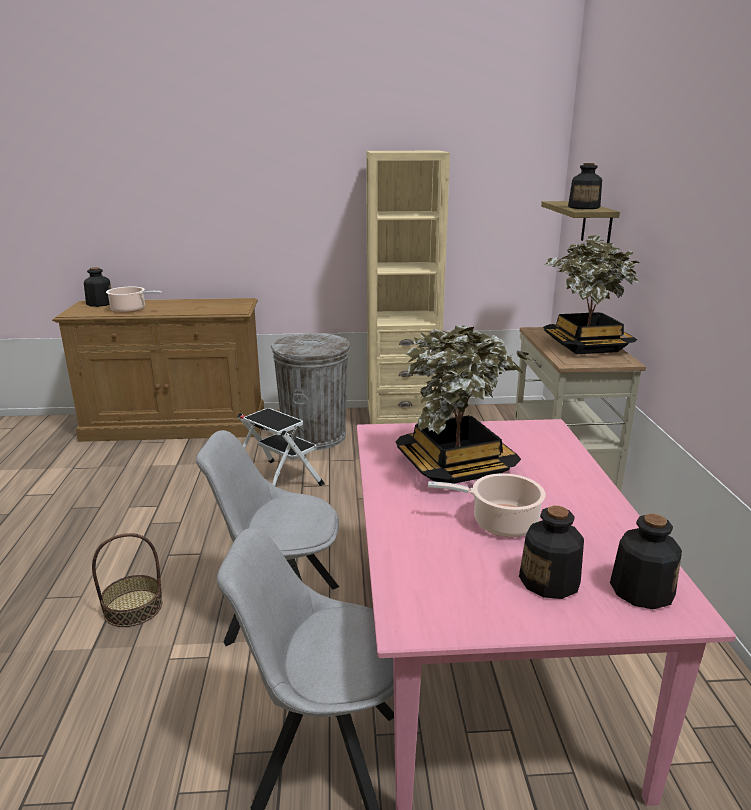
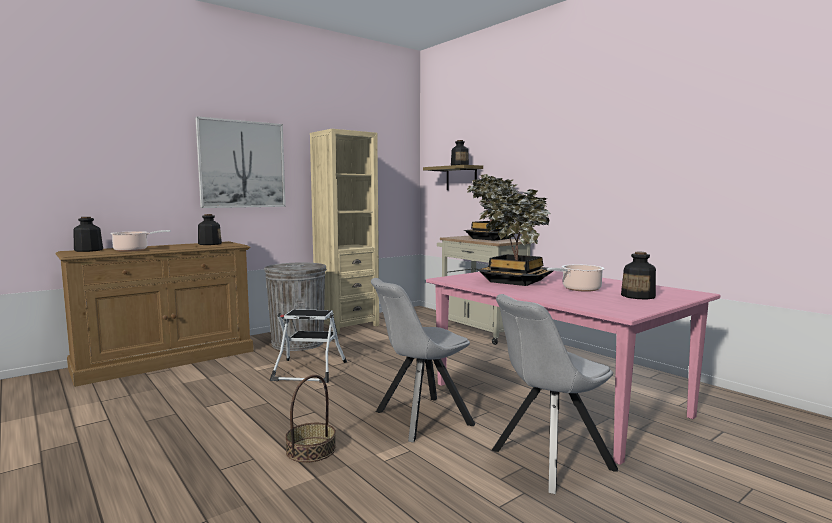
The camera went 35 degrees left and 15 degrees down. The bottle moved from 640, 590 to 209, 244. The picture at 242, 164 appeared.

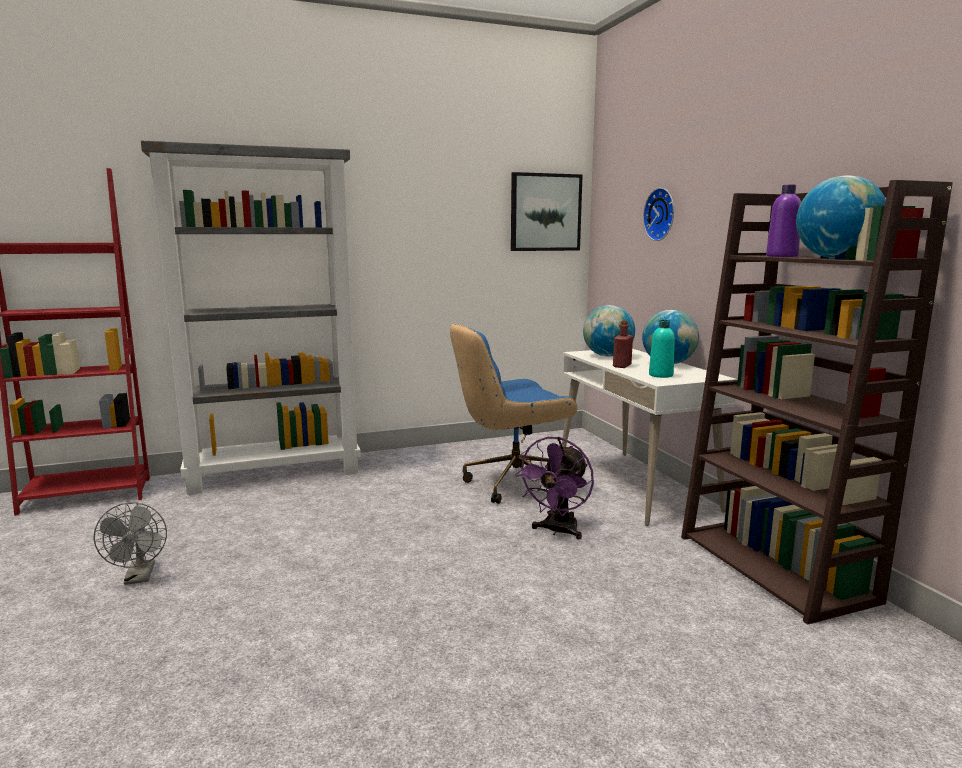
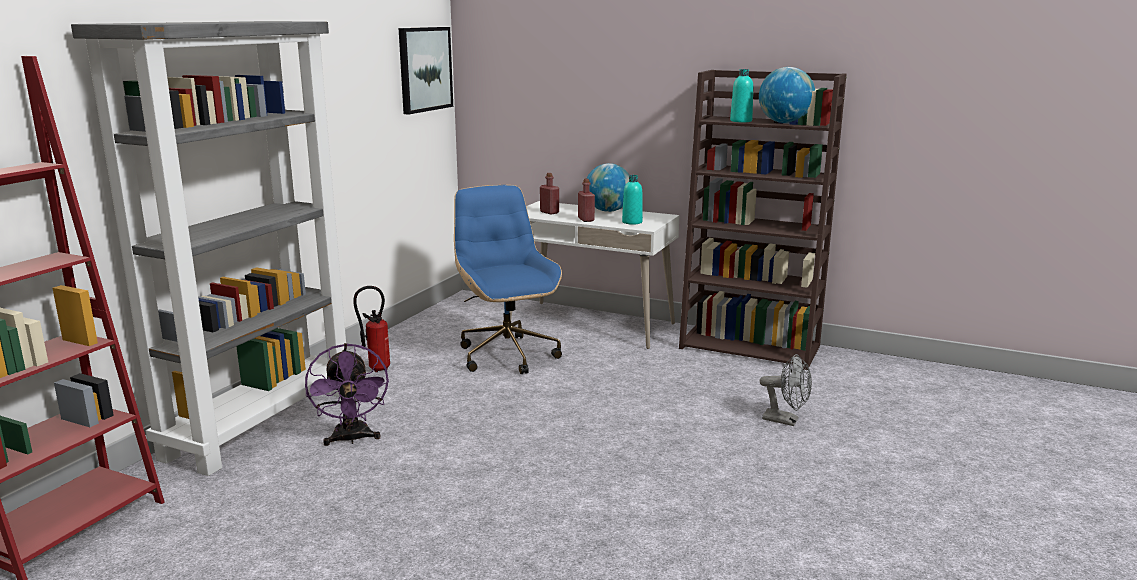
The camera went 45 degrees left and 5 degrees up. The bottle (purple) at 781, 256 became the bottle (turquoise) at 741, 121. The wall clock at 661, 214 disappeared. The globe at 607, 356 was replaced by the bottle (red) at 549, 212. The office chair (blue) at 512, 485 turned 135 degrees clockwise. The fan (purple) moved from 557, 531 to 352, 439. The fan (grey) moved from 139, 578 to 786, 420. The fire extinguisher at 375, 369 appeared.

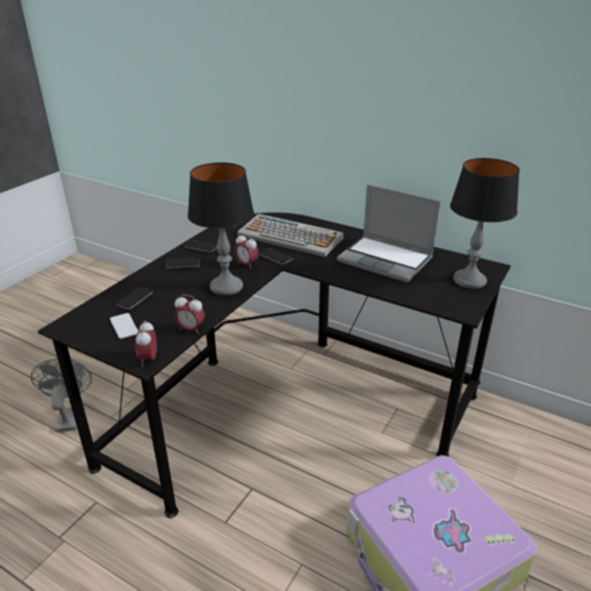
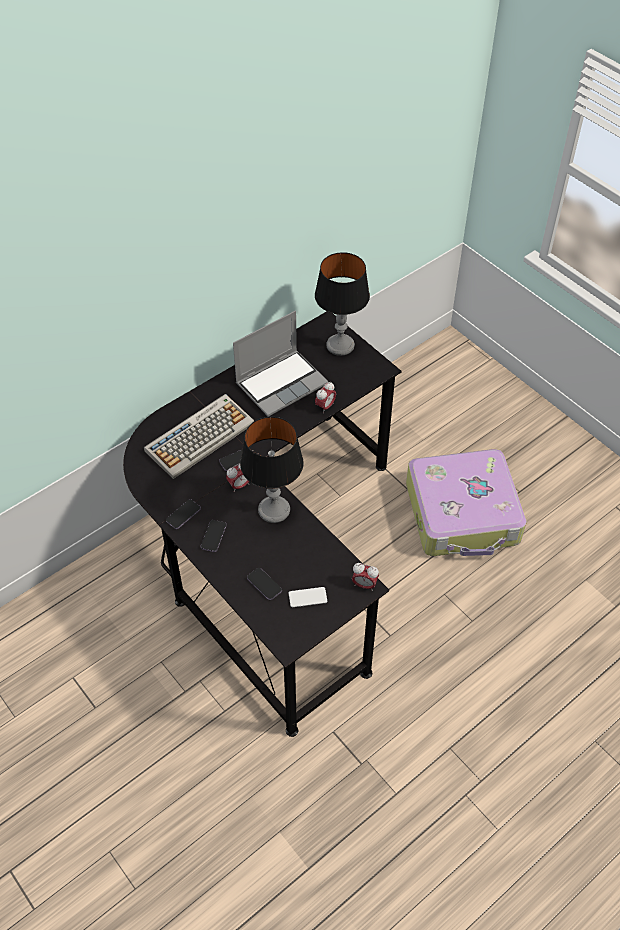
The camera went 70 degrees left and 20 degrees up. The alarm clock moved from 191, 329 to 325, 406. The fan (grey) at 69, 416 disappeared.

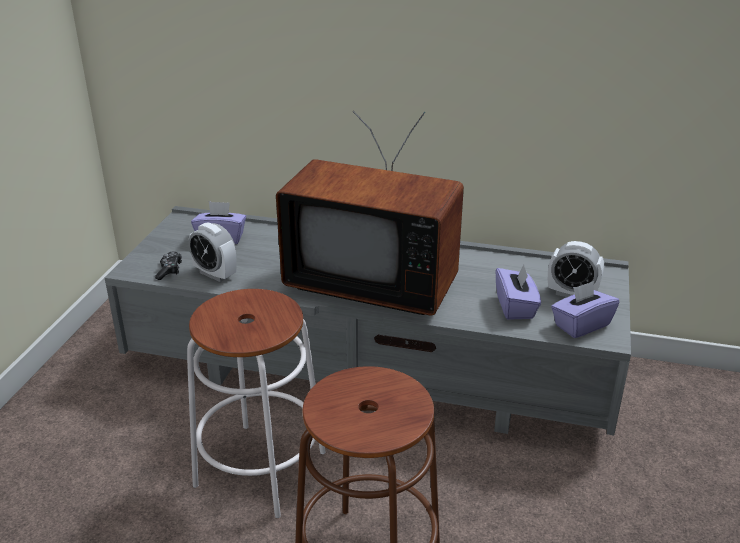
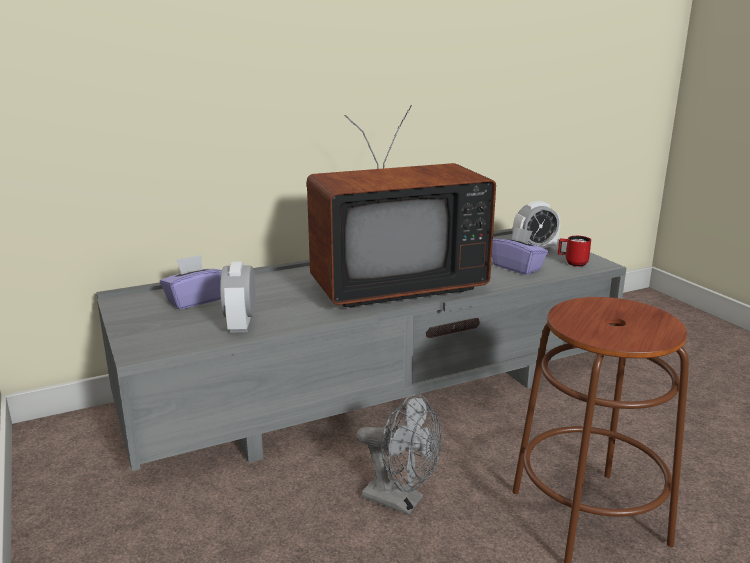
The camera went 40 degrees left and 10 degrees down. The alarm clock at 215, 274 turned 90 degrees clockwise. The game controller at 169, 270 disappeared. The tissue box (purple) at 581, 325 was replaced by the mug (red) at 572, 263. The stool (white) at 260, 468 was replaced by the fan (grey) at 401, 501.

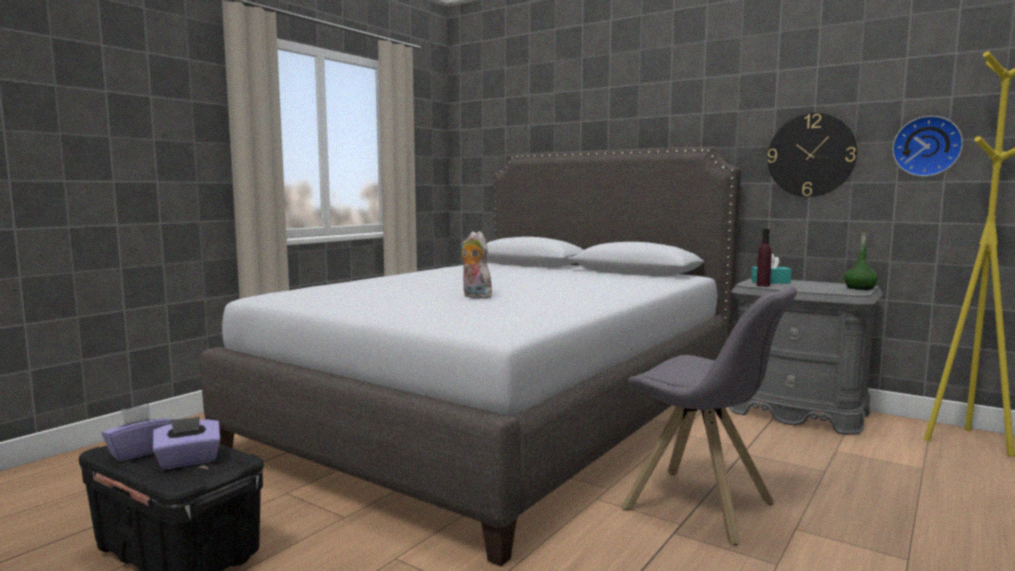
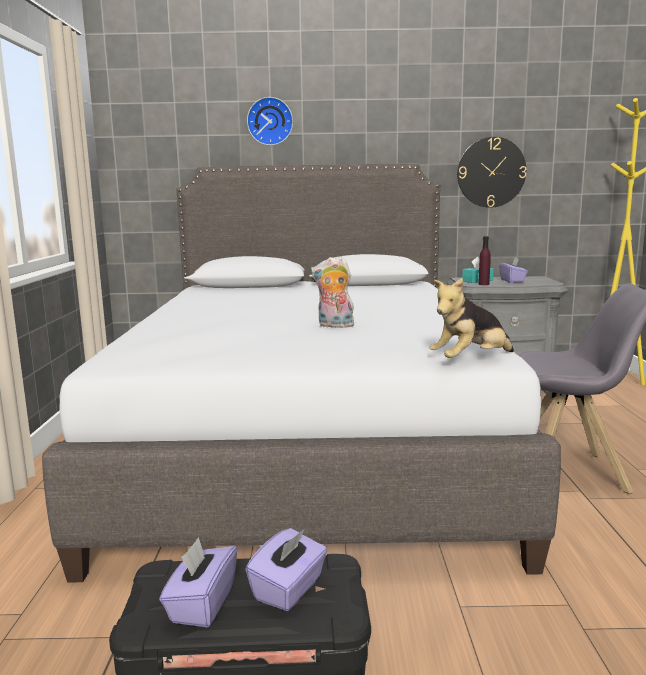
The camera went 35 degrees left and 5 degrees up. The wall clock moved from 927, 146 to 270, 121. The bottle (green) at 860, 288 disappeared. The tissue box (purple) at 512, 281 appeared. The plush toy at 471, 361 appeared.

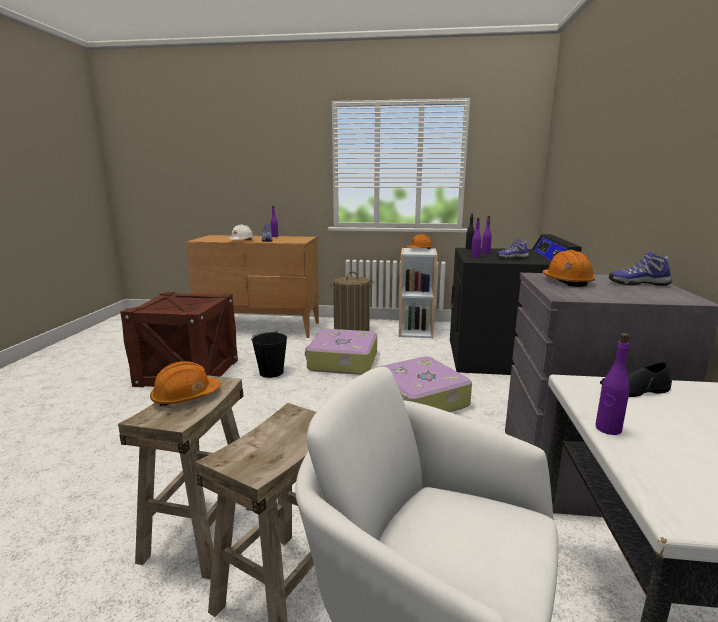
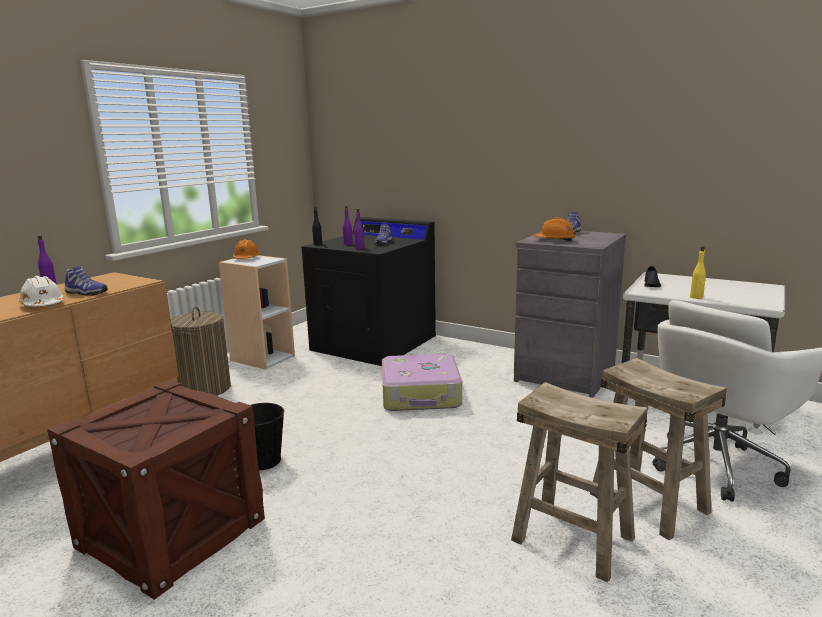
The camera went 65 degrees left and 0 degrees up. The suitcase at 342, 361 disappeared. The bottle (purple) at 608, 429 became the bottle (yellow) at 696, 297. The hard hat (orange) at 185, 397 disappeared.

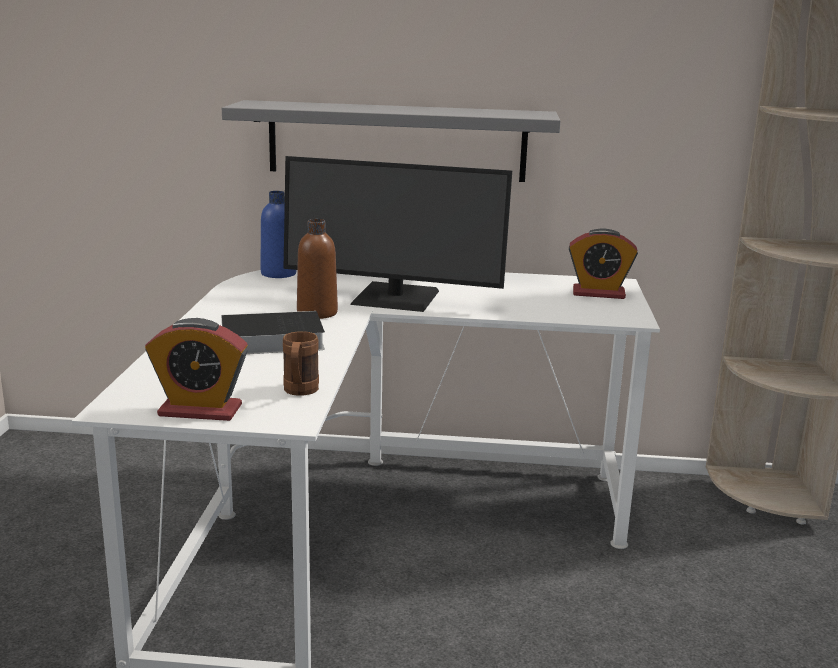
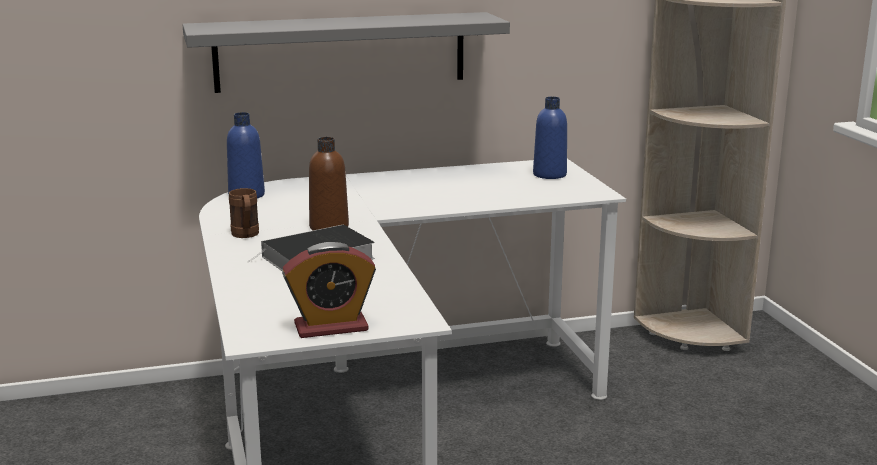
The camera went 20 degrees left and 0 degrees up. The monitor at 395, 298 disappeared. The alarm clock at 598, 293 was replaced by the bottle (blue) at 549, 175. The mug (brown) moved from 299, 392 to 246, 236.

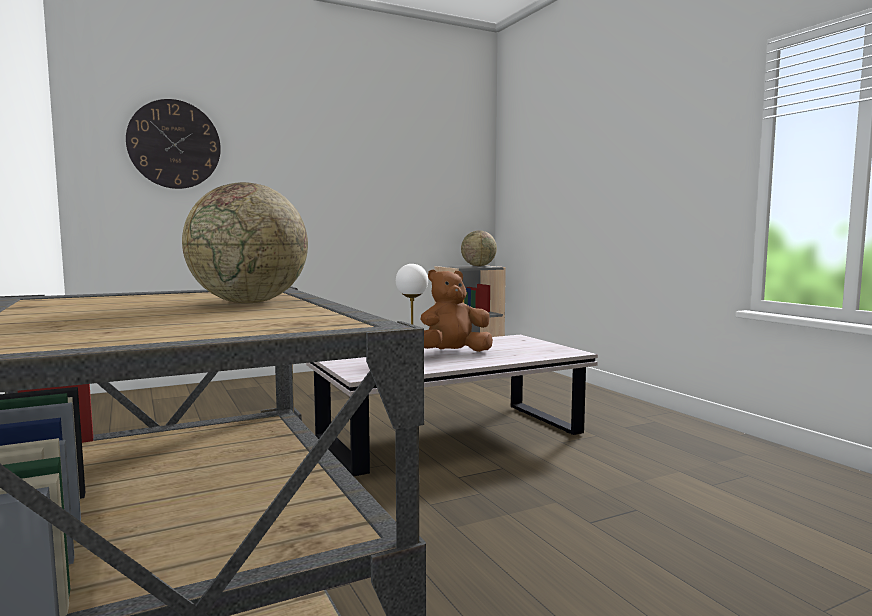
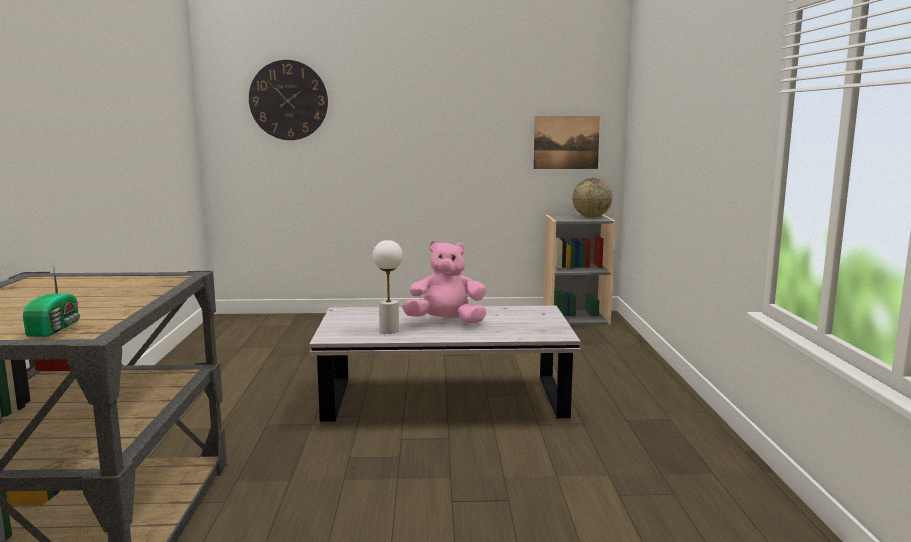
The camera went 25 degrees right and 5 degrees up. The globe at 249, 302 disappeared. The plush toy (brown) at 453, 353 became the plush toy (pink) at 446, 322. The picture at 566, 142 appeared. The radio at 56, 328 appeared.

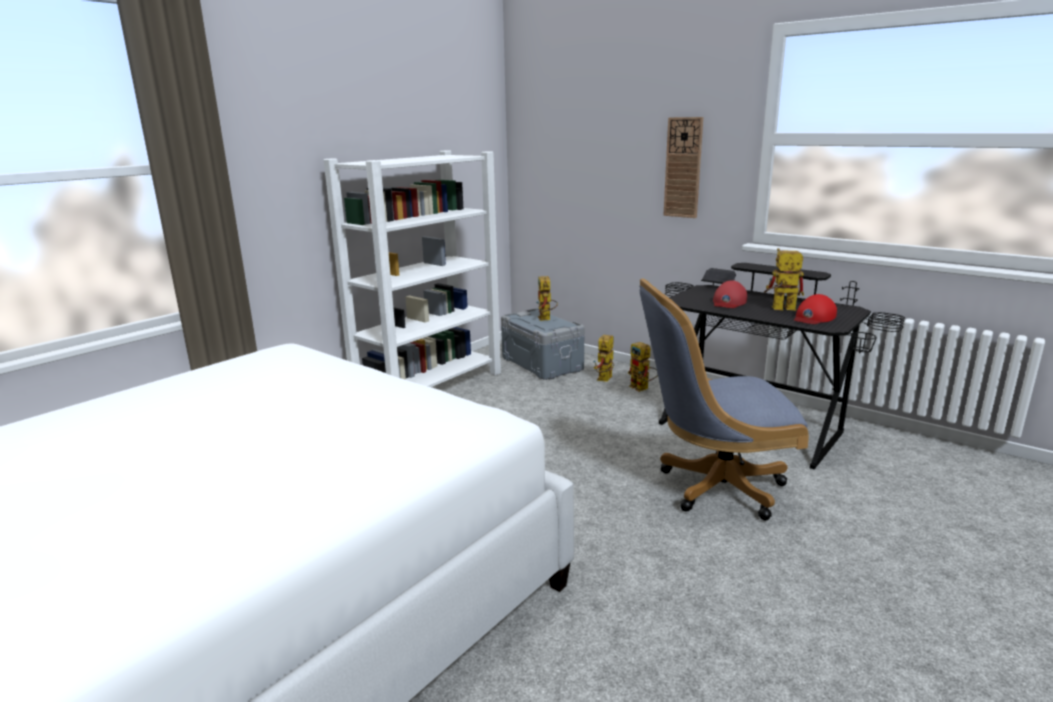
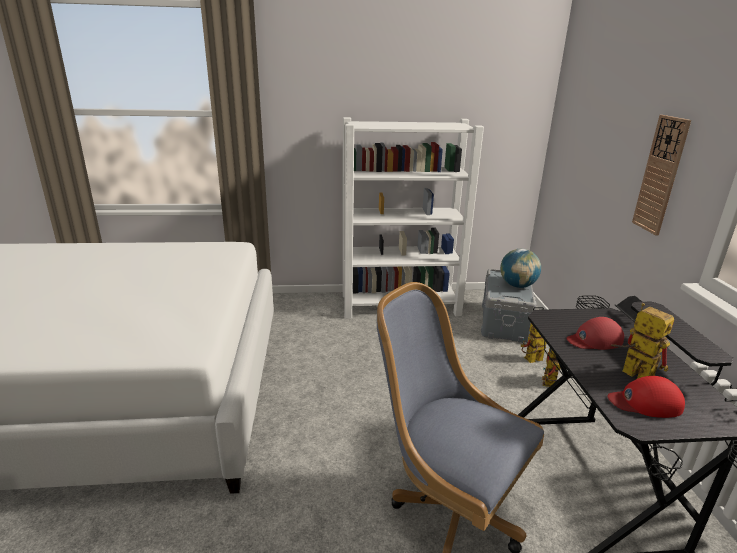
The camera went 45 degrees right and 5 degrees up. The toy robot at 546, 319 was replaced by the globe at 517, 285.

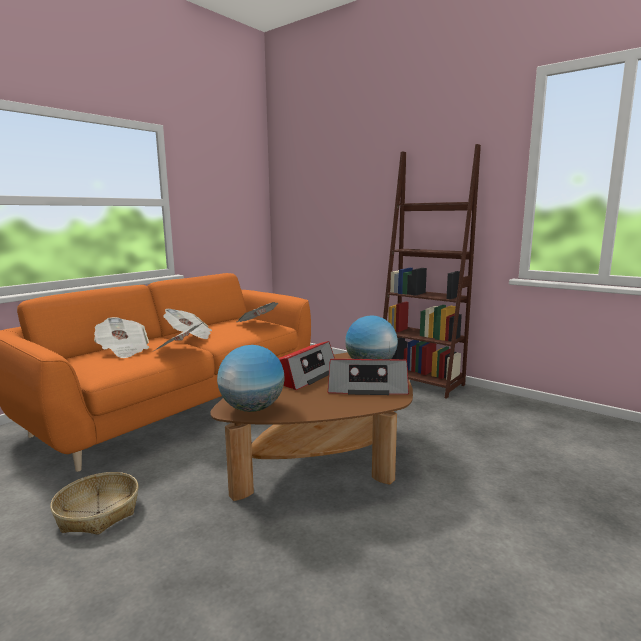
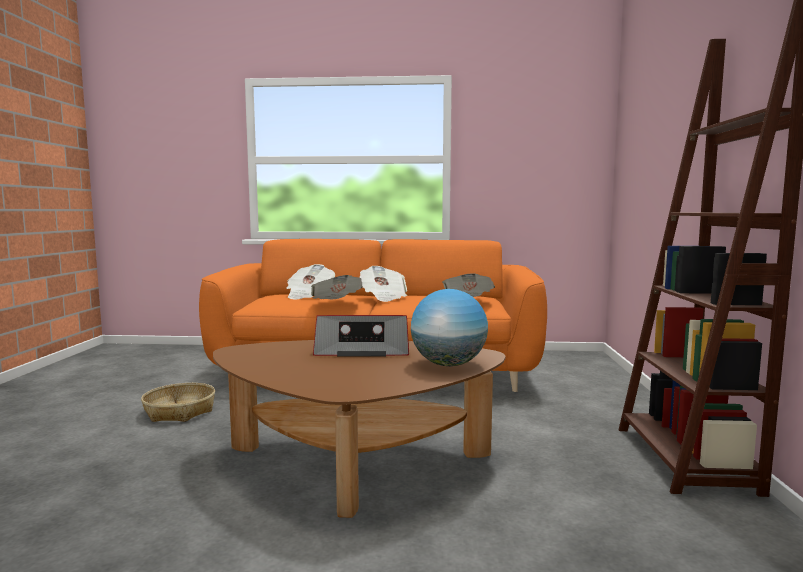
The camera went 55 degrees right and 5 degrees down. The globe at 252, 409 disappeared. The radio at 367, 387 disappeared.

